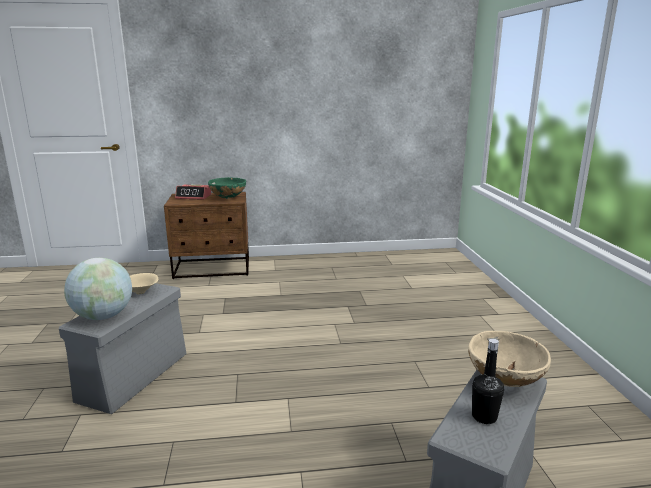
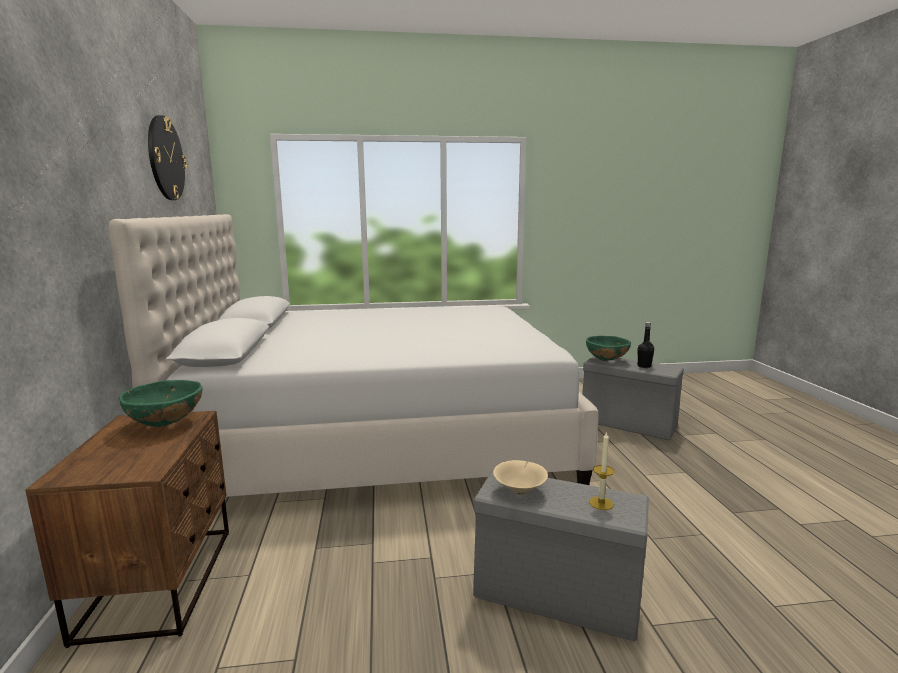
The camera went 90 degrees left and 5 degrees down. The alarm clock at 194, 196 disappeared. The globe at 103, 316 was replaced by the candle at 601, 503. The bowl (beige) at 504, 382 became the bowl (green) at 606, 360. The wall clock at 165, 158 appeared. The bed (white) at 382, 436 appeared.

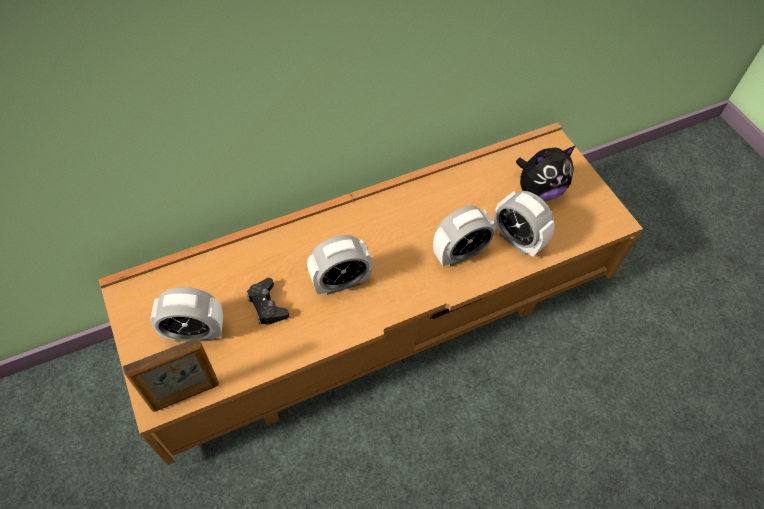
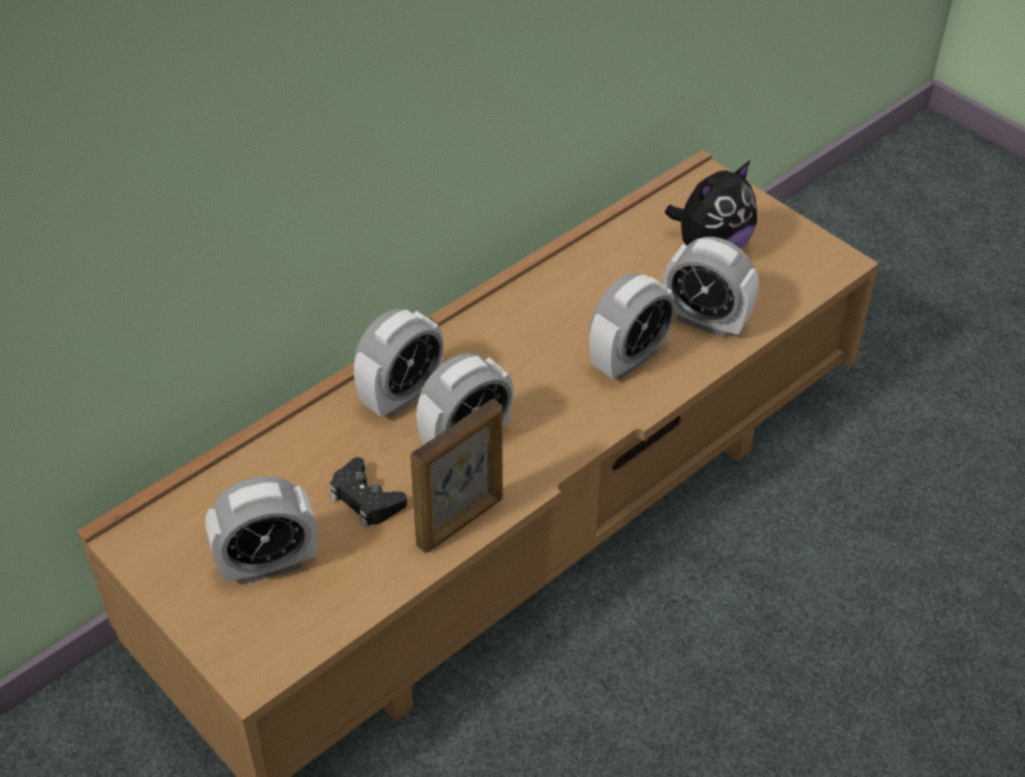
The camera went 15 degrees left and 10 degrees down. The picture frame moved from 185, 394 to 461, 522. The alarm clock at 401, 395 appeared.

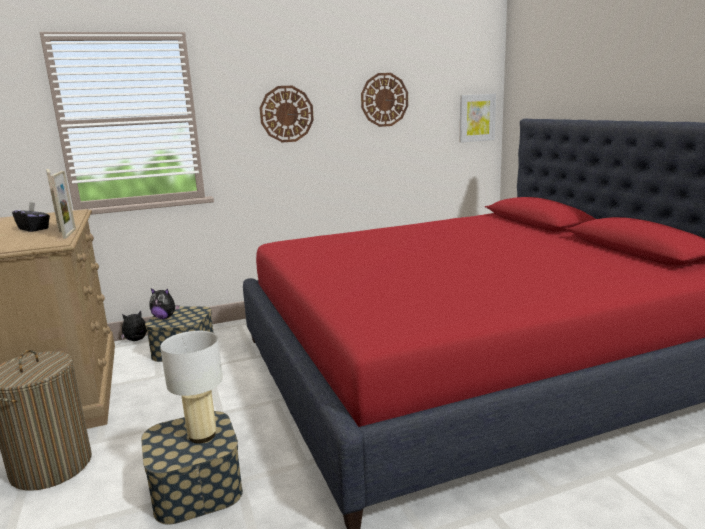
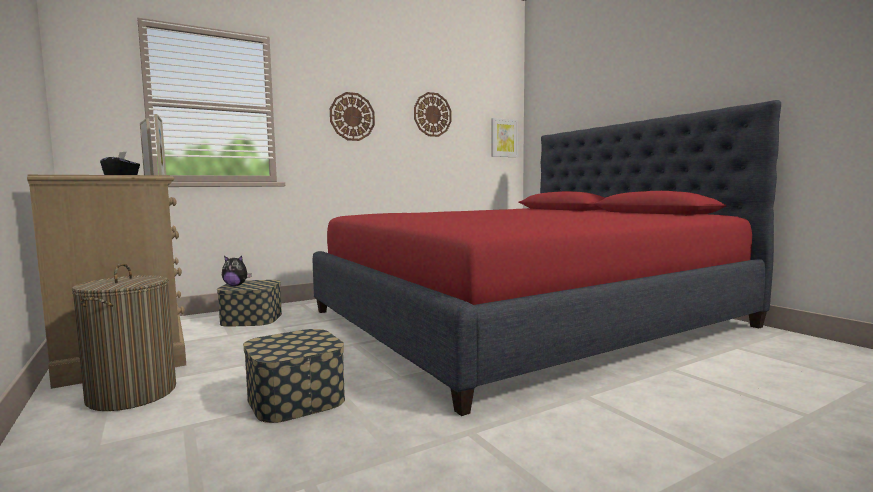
The camera went 10 degrees left and 10 degrees down. The plush toy at 136, 340 disappeared. The table lamp (white) at 203, 435 disappeared.

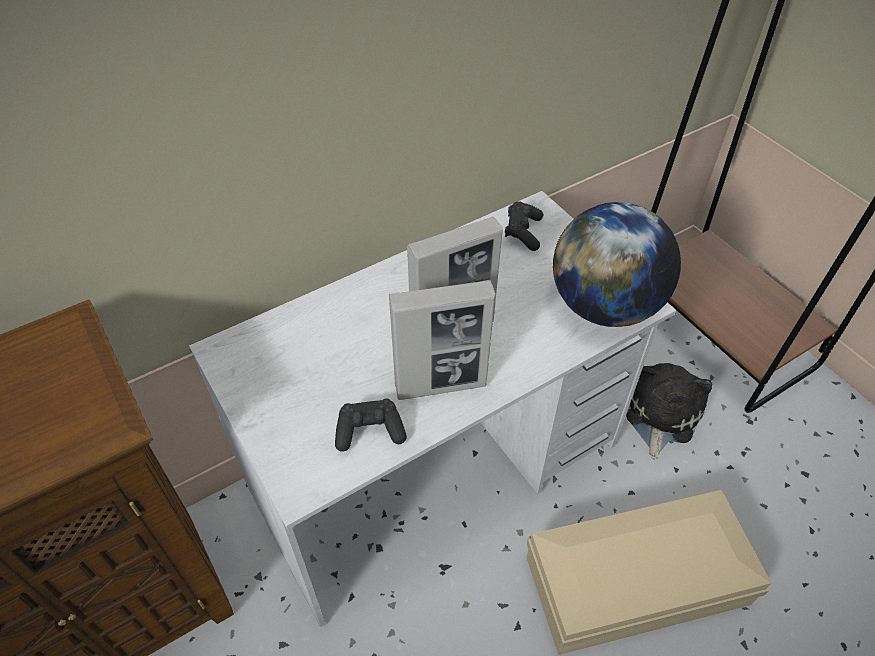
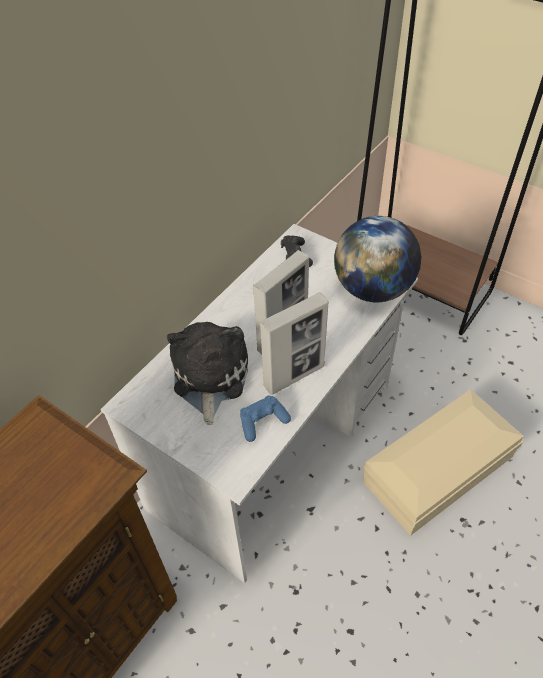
The camera went 20 degrees left and 0 degrees up. The plush toy moved from 660, 415 to 209, 378. The game controller (black) at 370, 431 became the game controller (blue) at 262, 422.

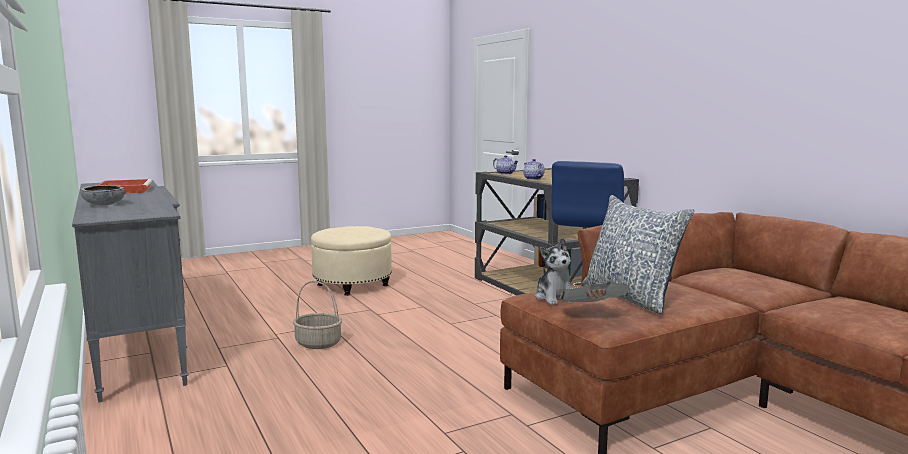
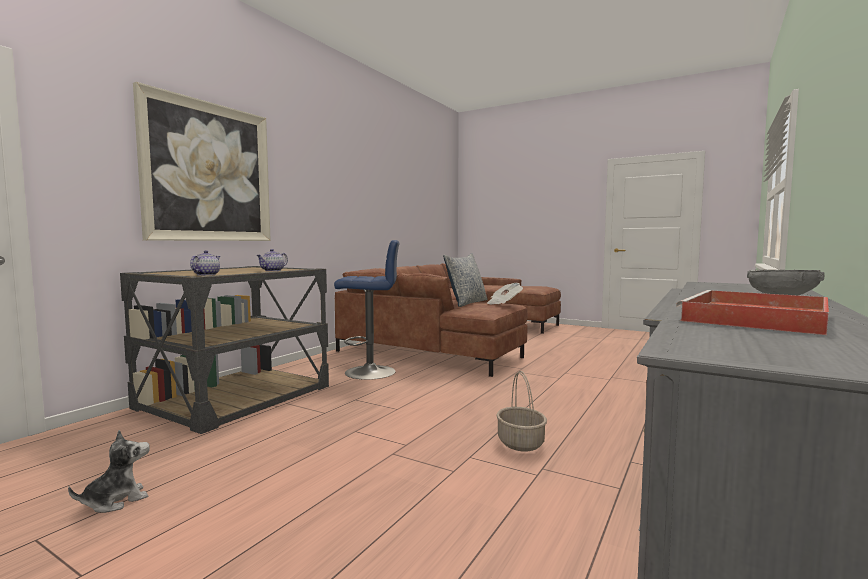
The camera went 120 degrees left and 5 degrees down. The ottoman (beige) at 352, 285 disappeared. The plush toy moved from 555, 297 to 116, 500. The picture at 209, 172 appeared.

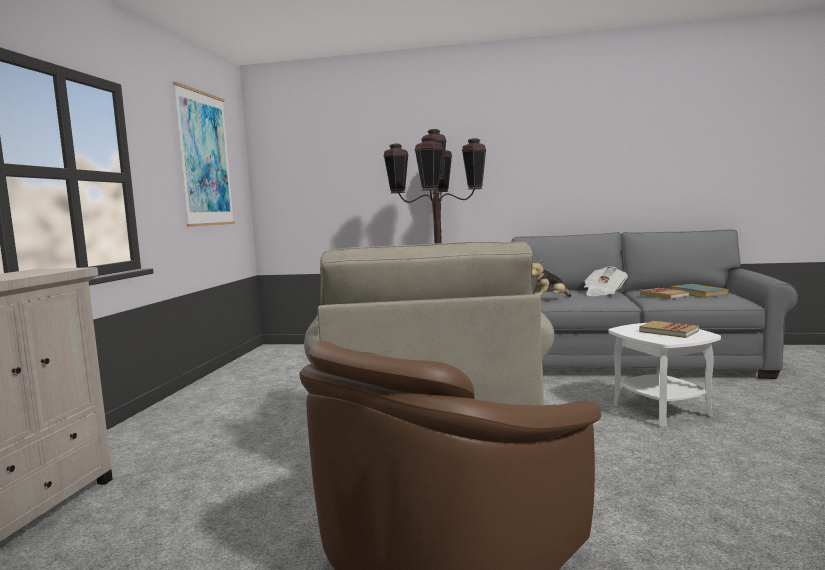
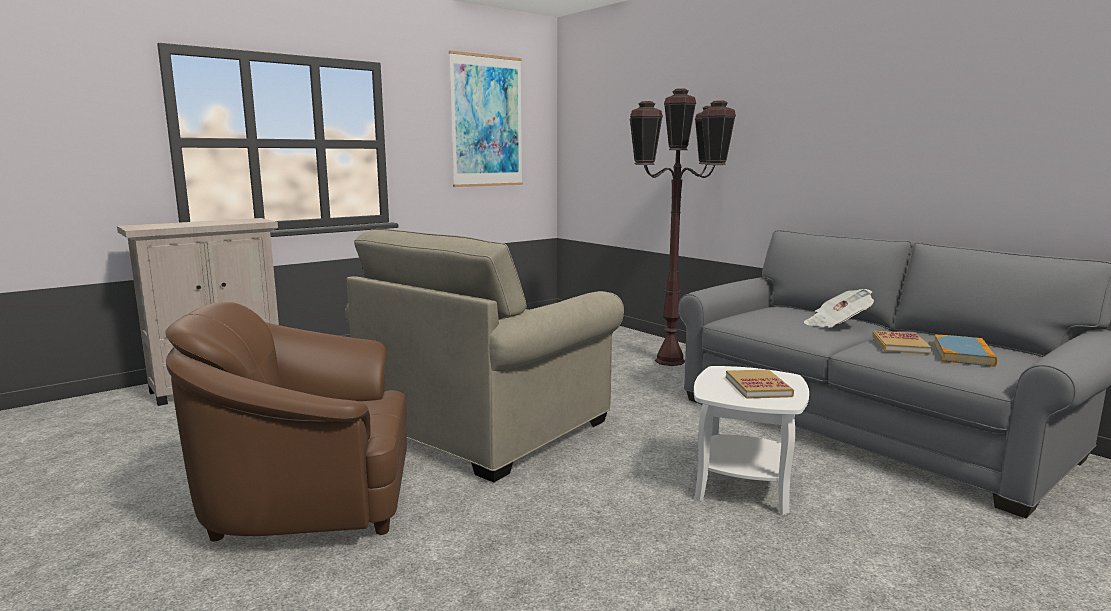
The camera went 40 degrees right and 5 degrees up. The plush toy at 548, 299 disappeared.

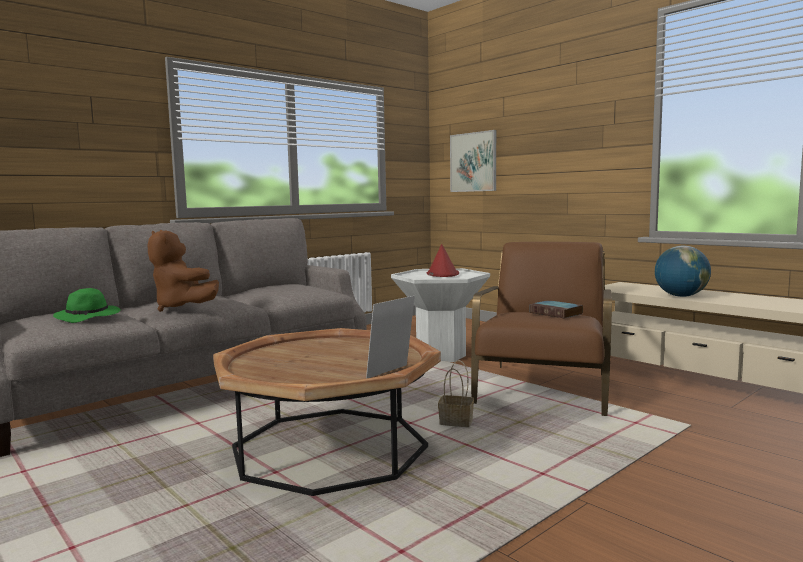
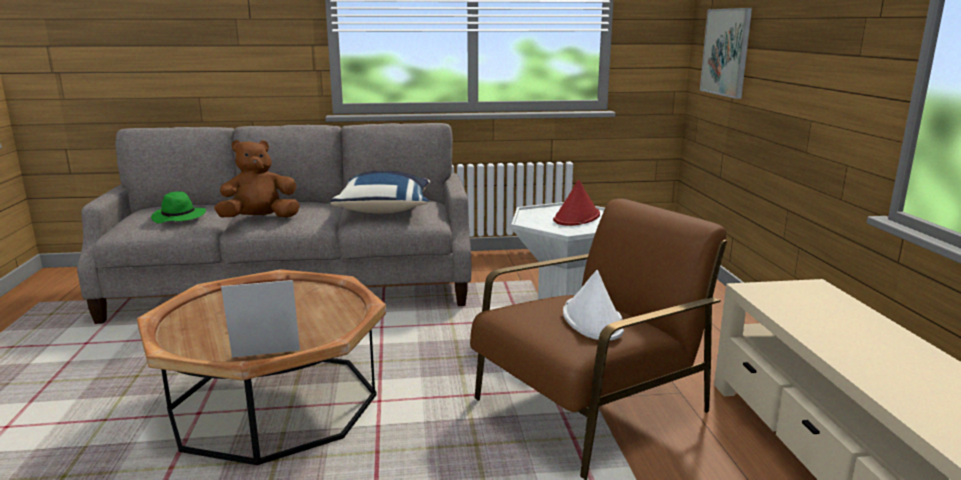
The camera went 35 degrees right and 10 degrees up. The plush toy (brown) at 182, 308 turned 75 degrees clockwise. The globe at 680, 296 disappeared. The book at 557, 313 was replaced by the hat (white) at 593, 320. The basket at 457, 423 disappeared. The pillow (blue) at 385, 210 appeared.

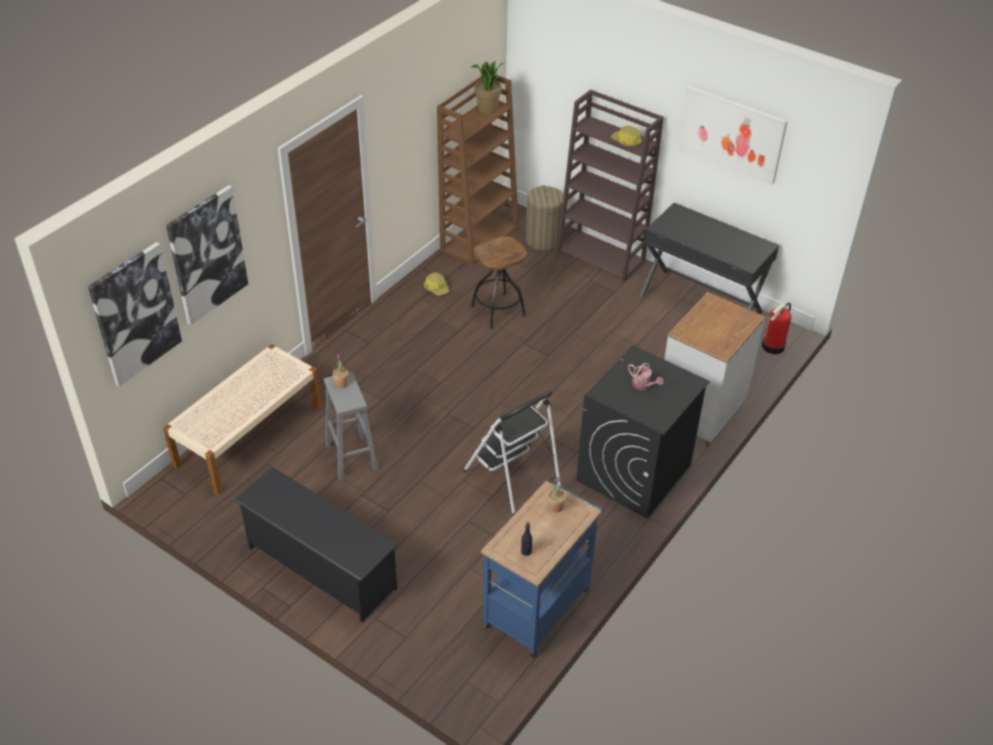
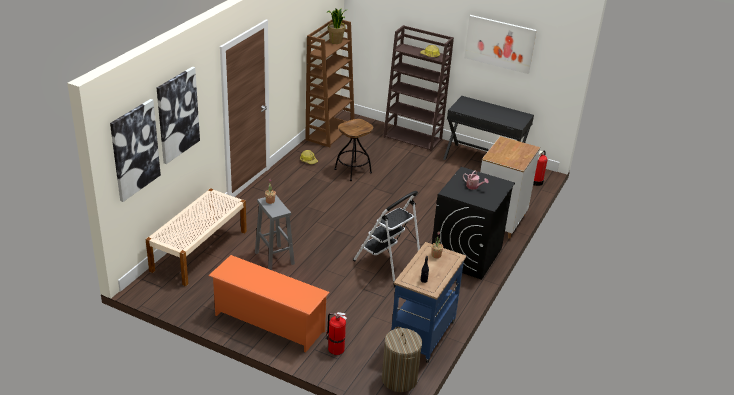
The camera went 10 degrees left and 10 degrees down. The laundry basket moved from 543, 240 to 399, 379. The shoe rack (black) at 321, 567 became the shoe rack (orange) at 269, 323. The fire extinguisher at 335, 348 appeared.

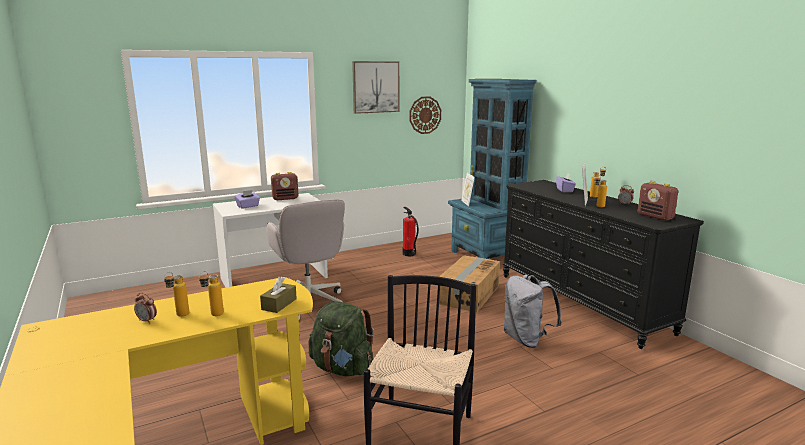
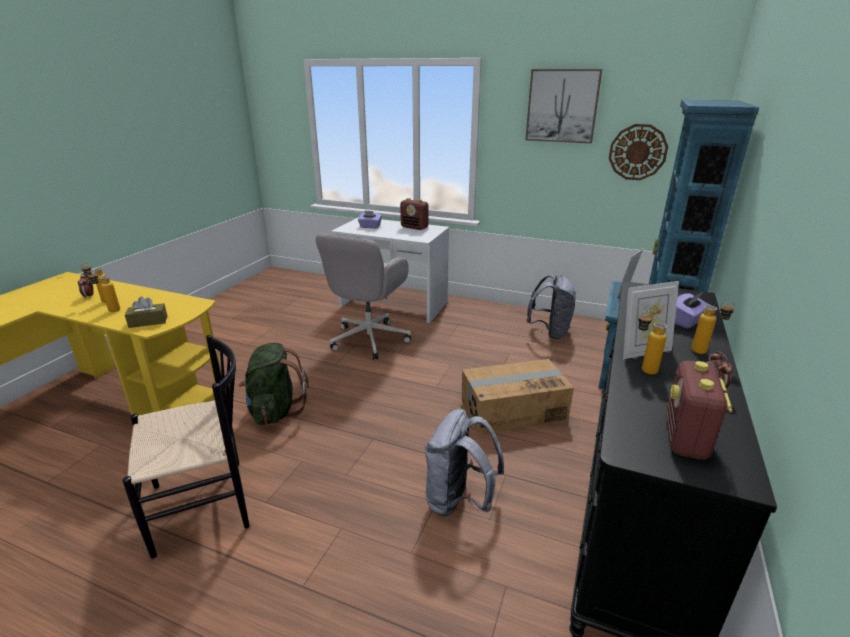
The camera went 50 degrees right and 10 degrees up. The fire extinguisher at 409, 254 was replaced by the backpack (grey) at 550, 332.

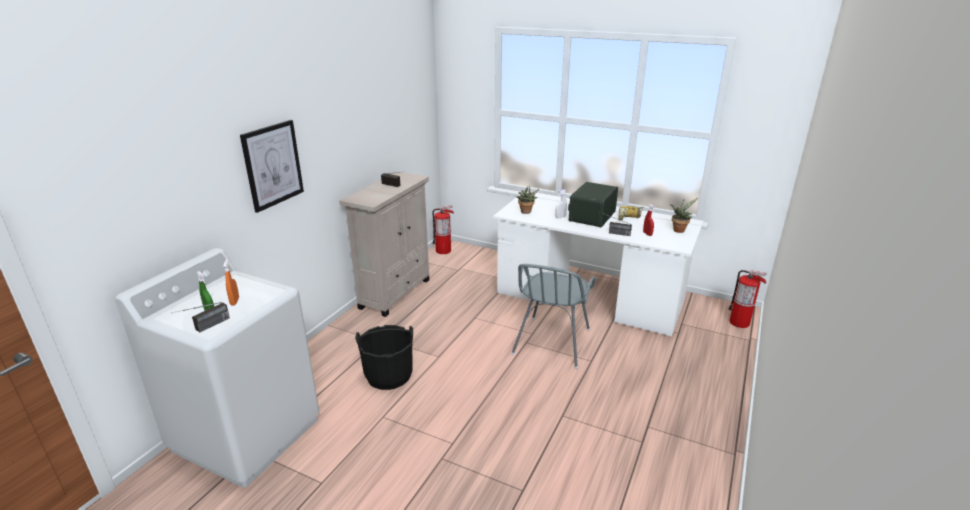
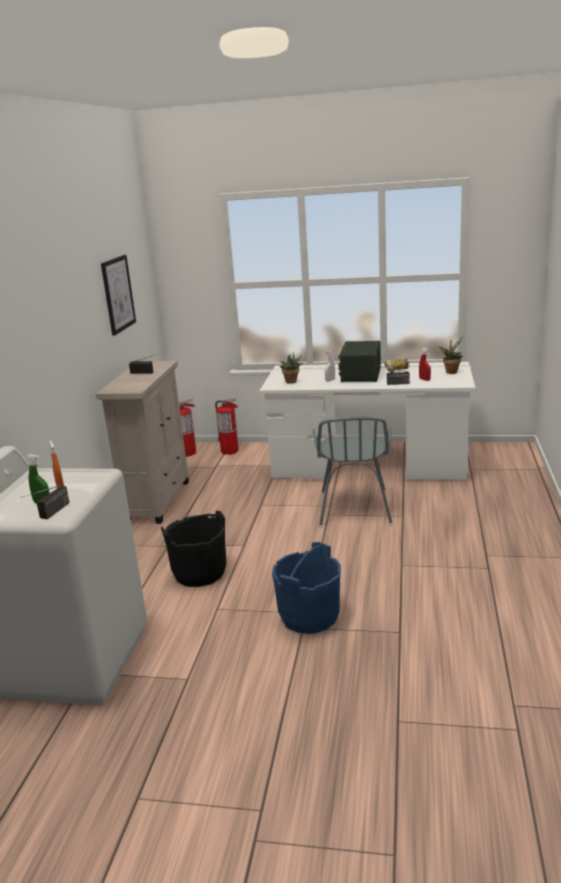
The camera went 15 degrees left and 5 degrees down. The picture moved from 273, 165 to 118, 294. The fire extinguisher moved from 739, 322 to 230, 451. The bucket (blue) at 309, 616 appeared.

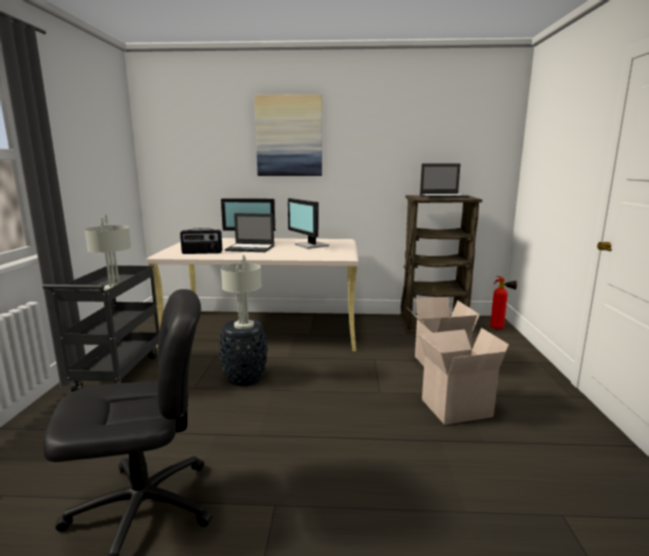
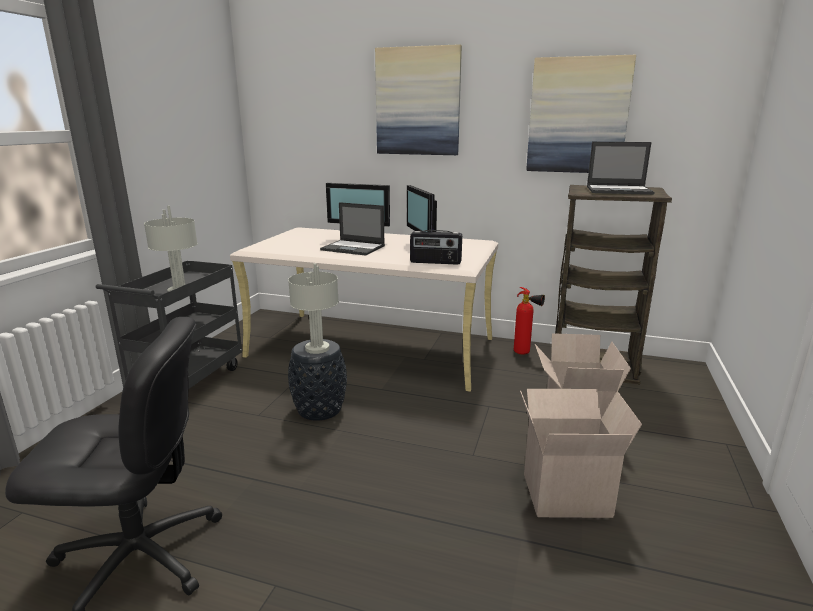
The camera went 15 degrees right and 5 degrees up. The radio moved from 202, 253 to 435, 262. The fire extinguisher moved from 500, 328 to 525, 353. The picture at 578, 116 appeared.

